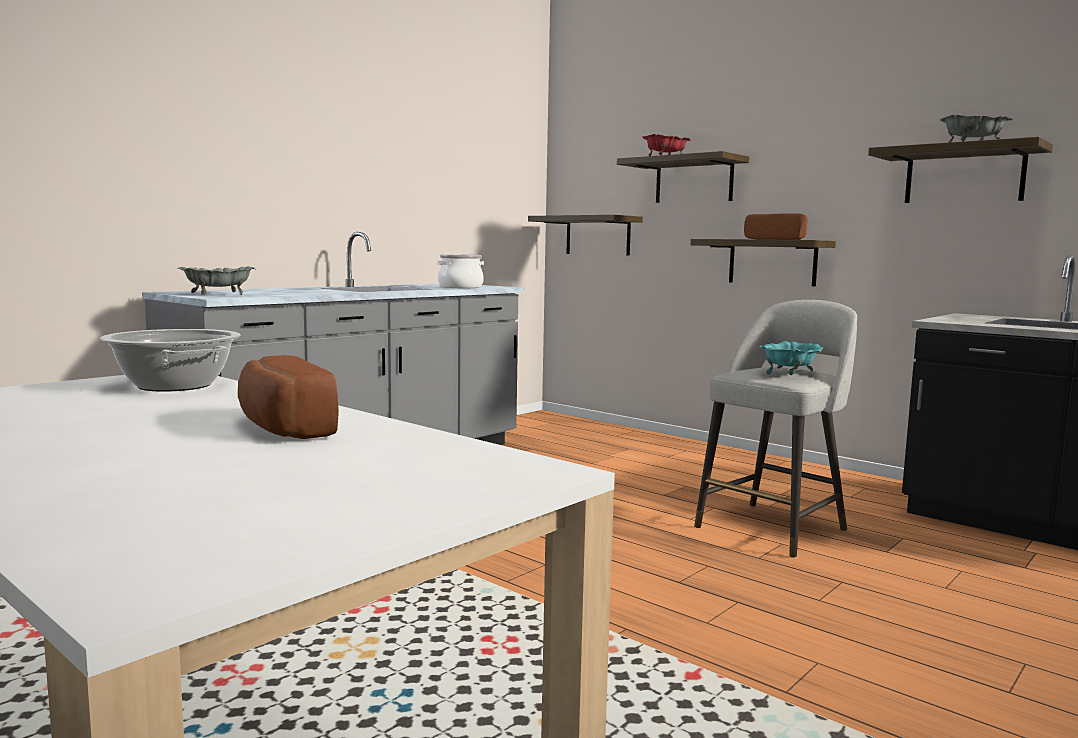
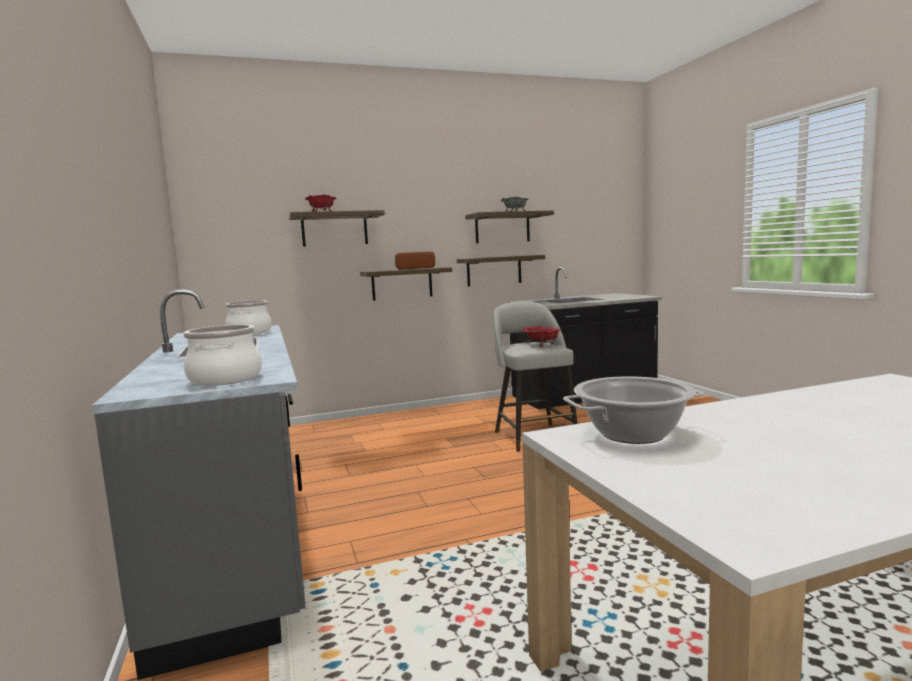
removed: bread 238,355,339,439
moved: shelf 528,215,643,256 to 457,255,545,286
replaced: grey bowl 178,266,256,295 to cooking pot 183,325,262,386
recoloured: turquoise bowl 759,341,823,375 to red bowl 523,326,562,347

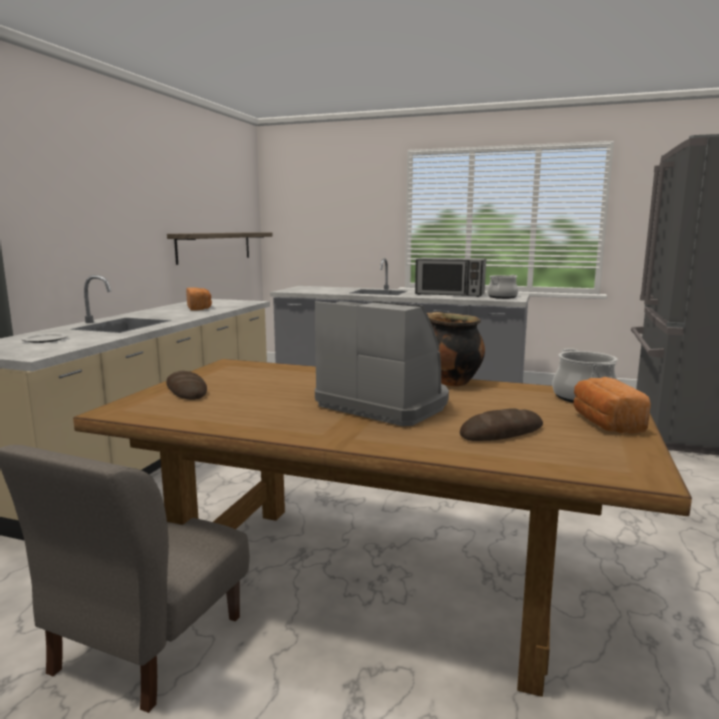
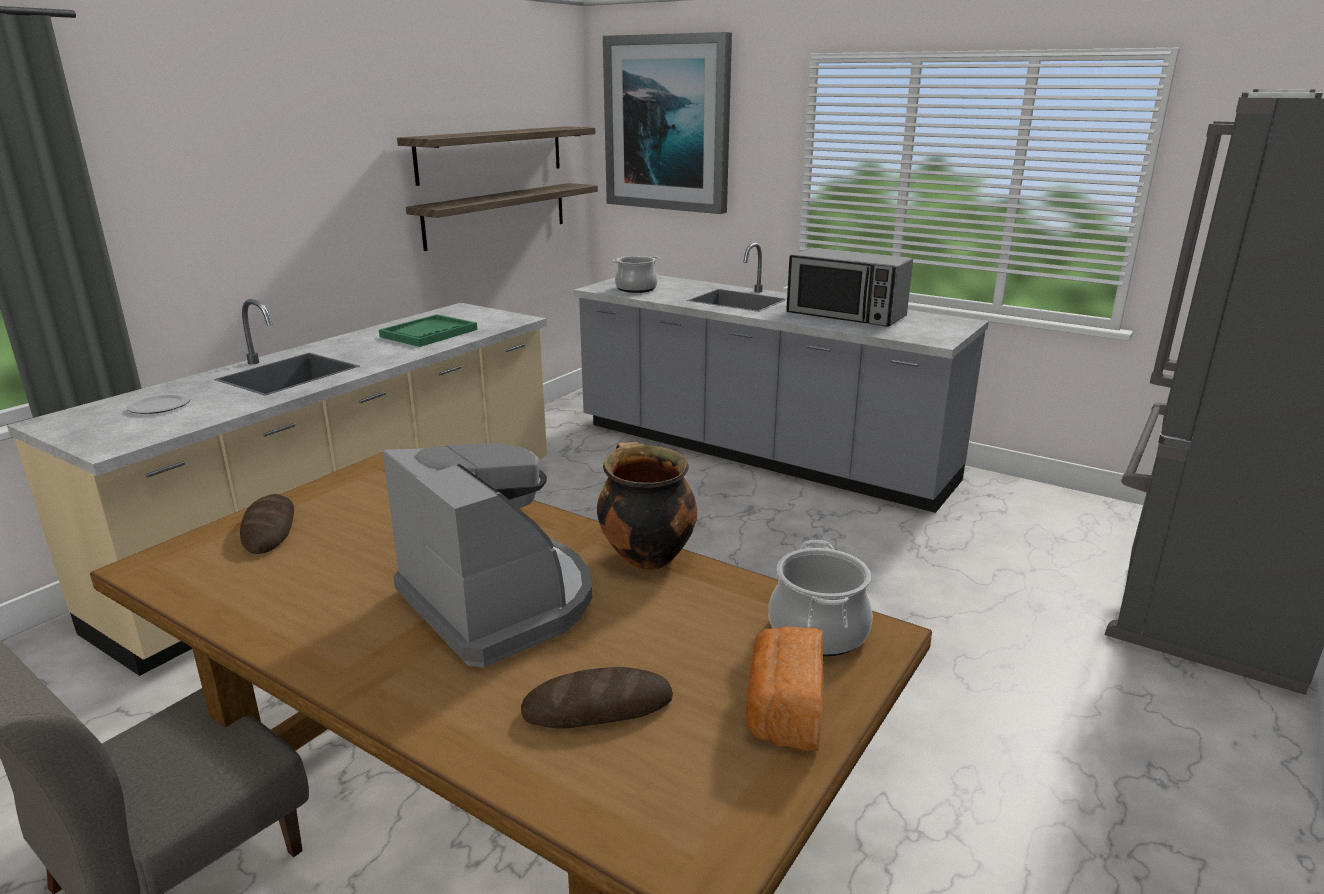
added: shelf 397,126,595,186; picture 603,32,732,214
moved: cooking pot 487,275,518,299 to 612,256,660,293
replaced: bread 186,287,212,311 to green tray 379,314,477,347

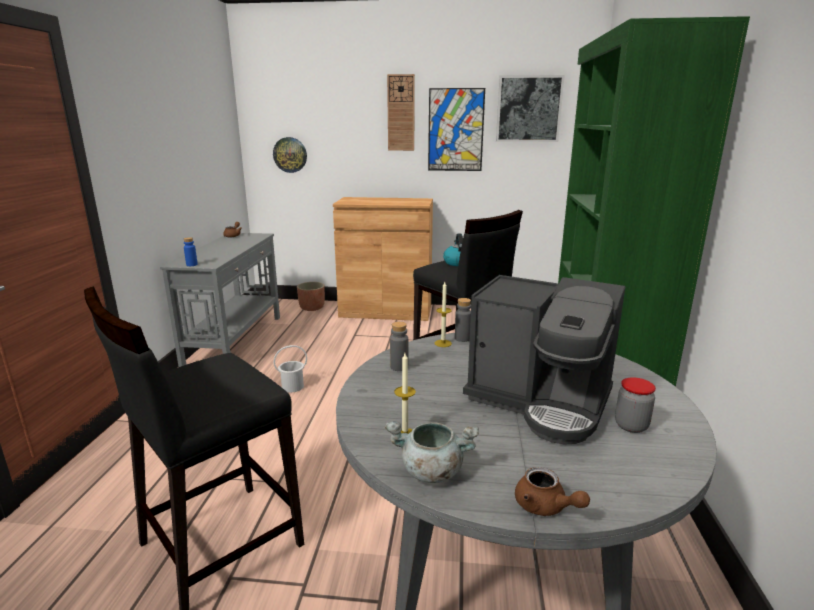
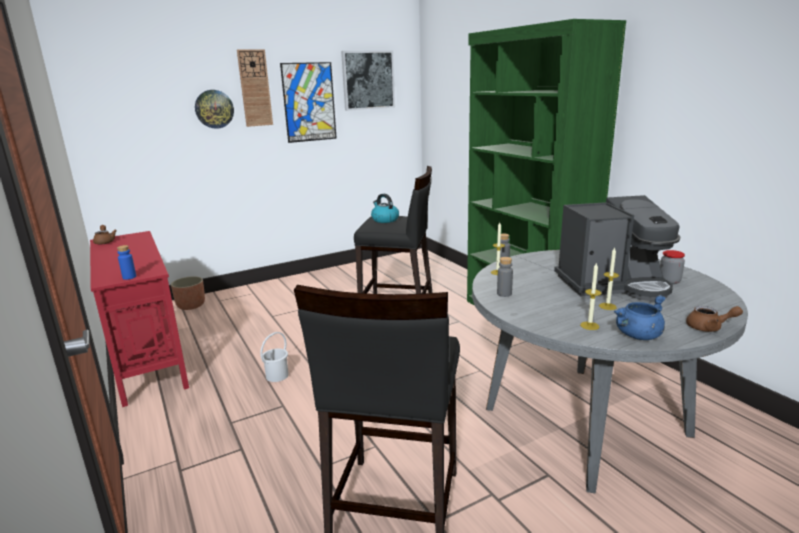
removed: brown cabinet 333,197,433,321
added: candle 599,247,619,310
moved: wall clock 273,137,307,173 to 195,90,234,129
recoloured: grey console table 160,233,280,367 to red console table 90,231,189,407; grey cooking pot 385,421,479,483 to blue cooking pot 614,295,666,340

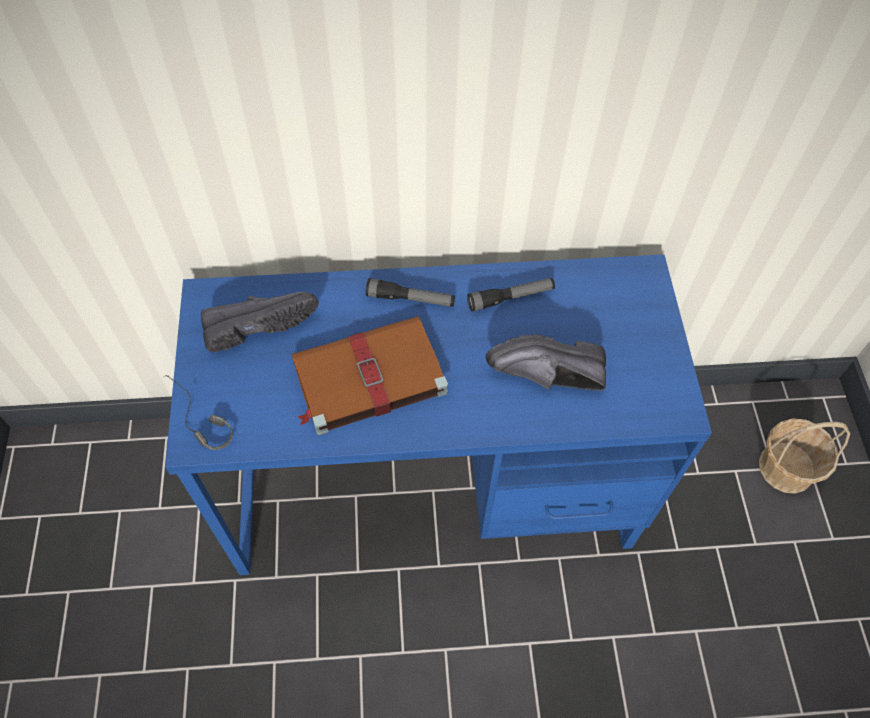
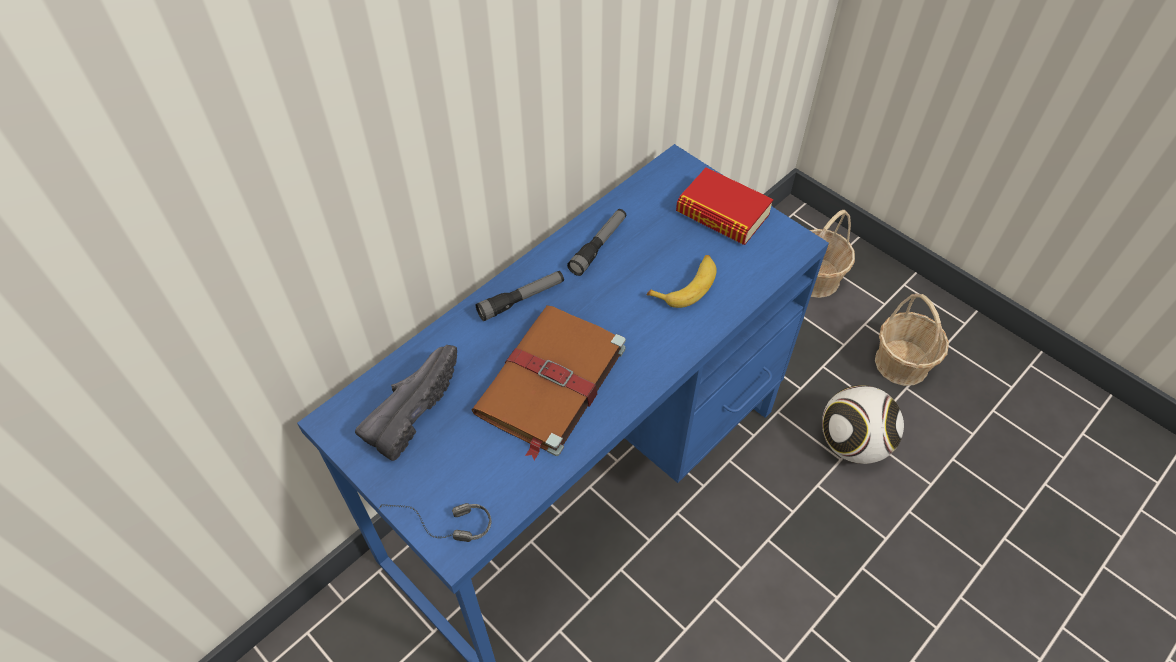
added: book 676,167,773,245; football 822,385,904,464; basket 875,294,949,386
replaced: black shoe 486,334,606,391 to banana 647,255,716,308

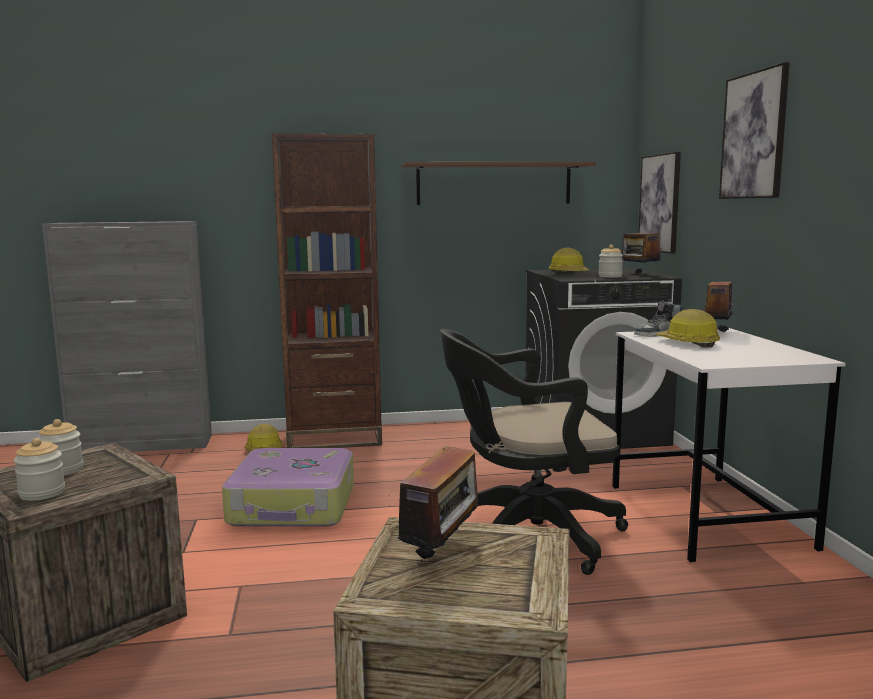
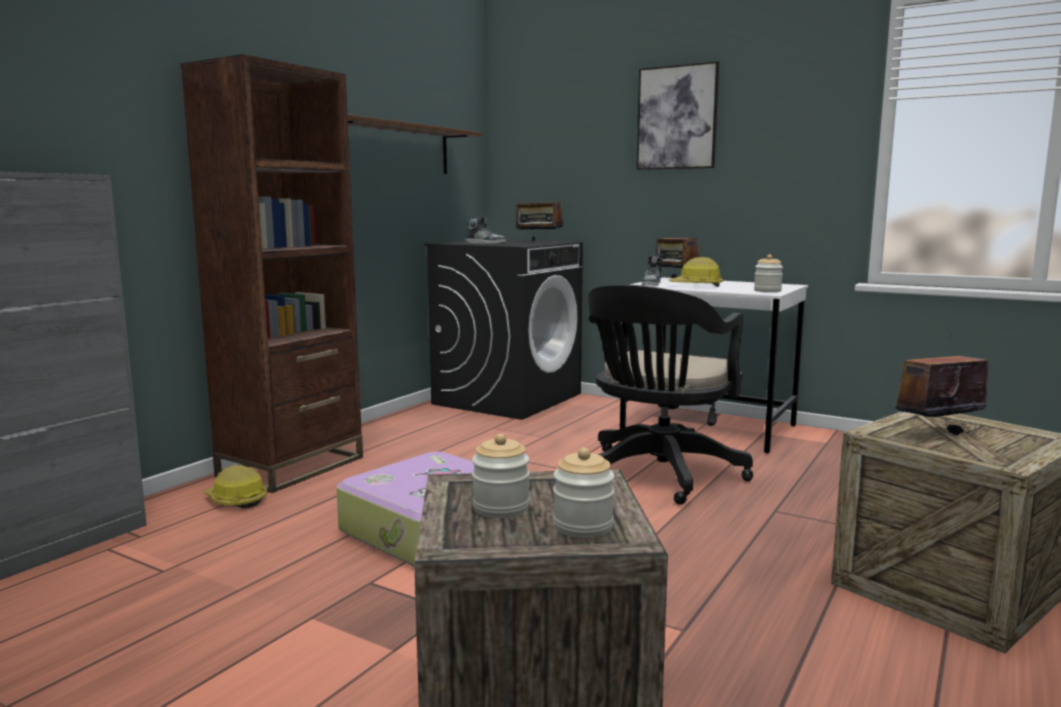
removed: picture 638,152,681,254
moved: jar 598,245,623,278 to 754,255,783,292
replaced: hard hat 549,247,589,272 to shoe 465,217,506,244
turned: radio 389,446,485,565 = 890,334,998,435 90 degrees counterclockwise

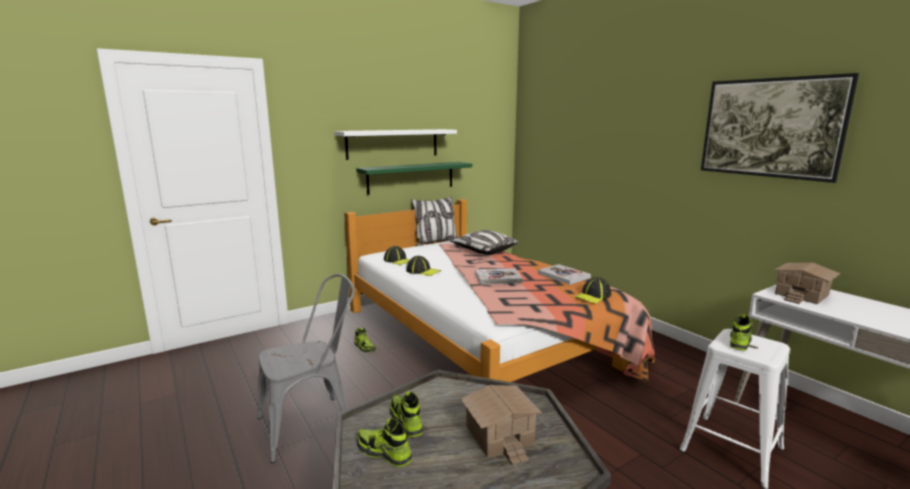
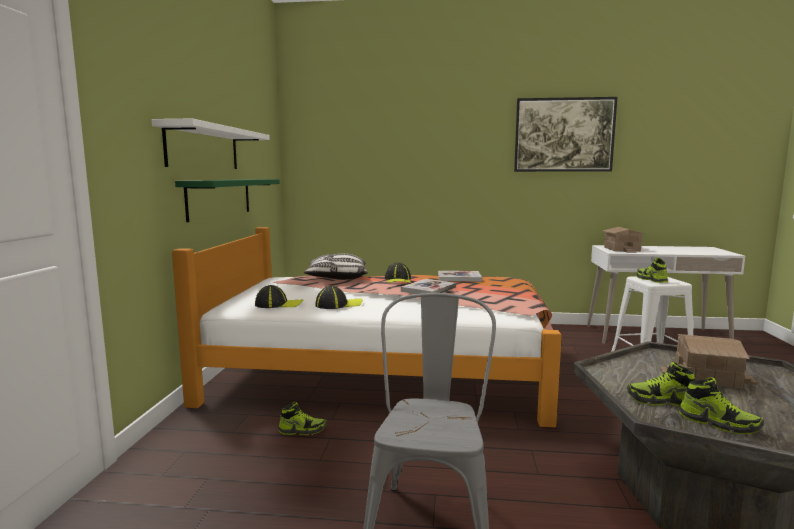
removed: pillow 411,197,458,246
moved: cap 574,277,611,304 to 385,262,411,283
turned: shoe 357,419,412,467 = 679,378,764,434 120 degrees counterclockwise

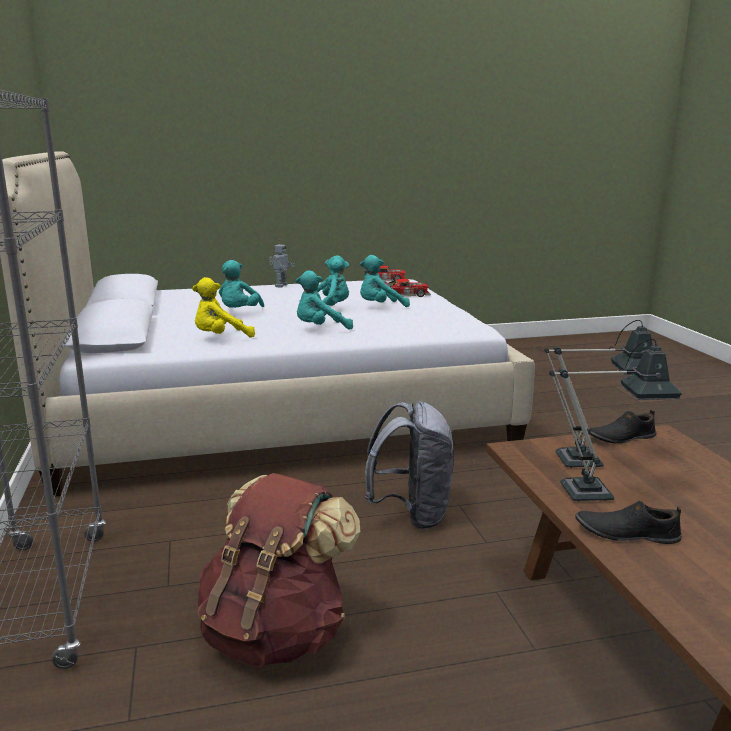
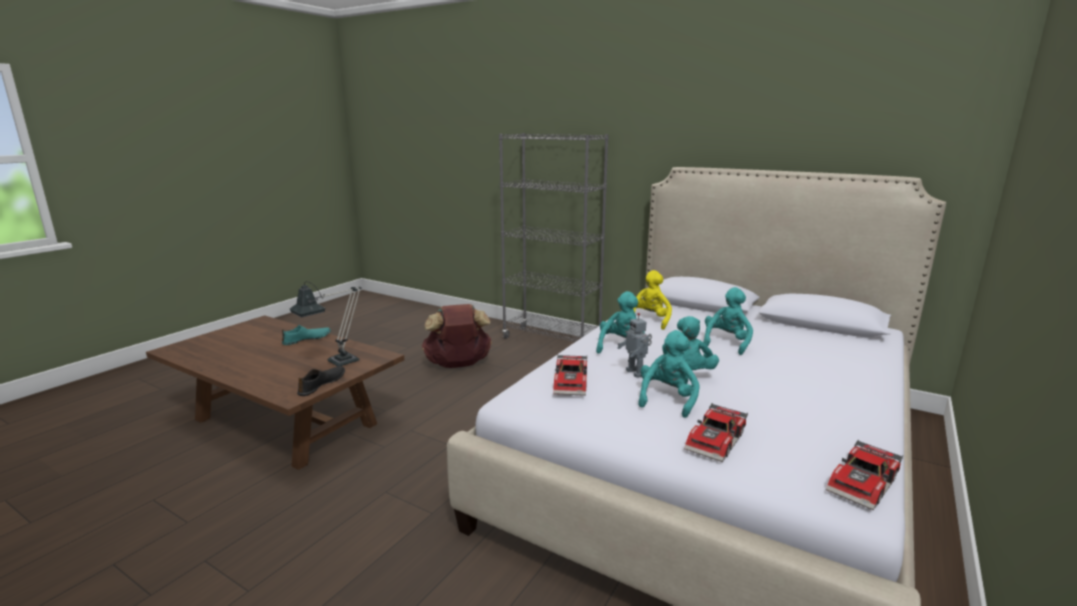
removed: grey backpack 365,401,454,529; table lamp 549,339,682,501
added: toy car 553,355,587,396
moved: toy robot 269,239,294,288 to 617,313,652,378
recoloured: black shoe 575,501,682,544 to turquoise shoe 282,325,331,345
turned: turquoise plush toy 219,260,264,308 = 703,287,753,355 60 degrees clockwise

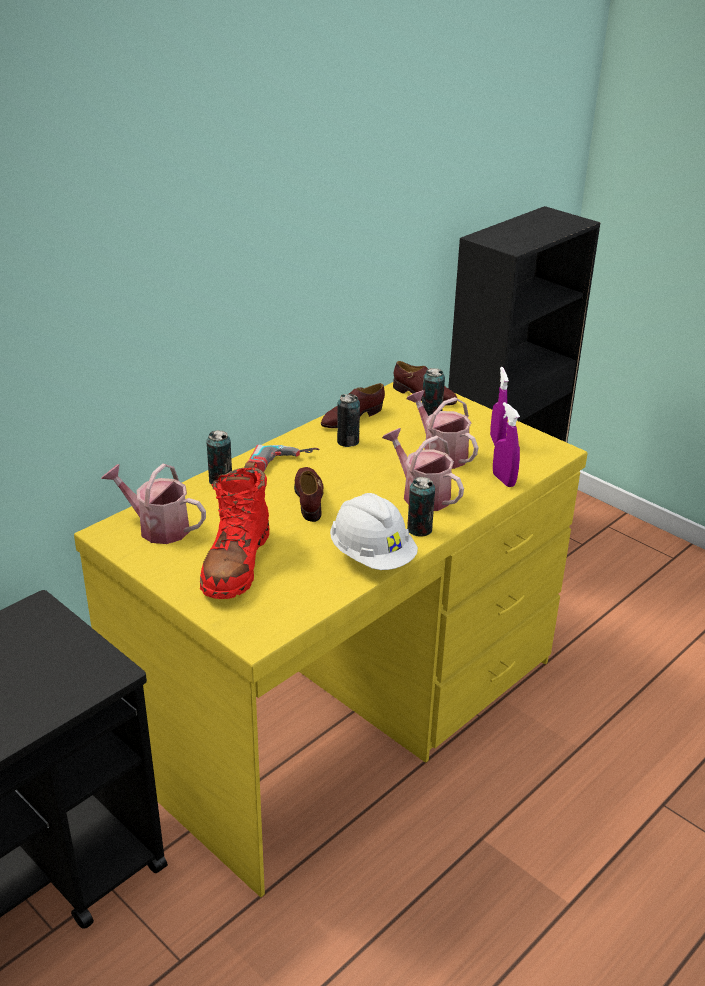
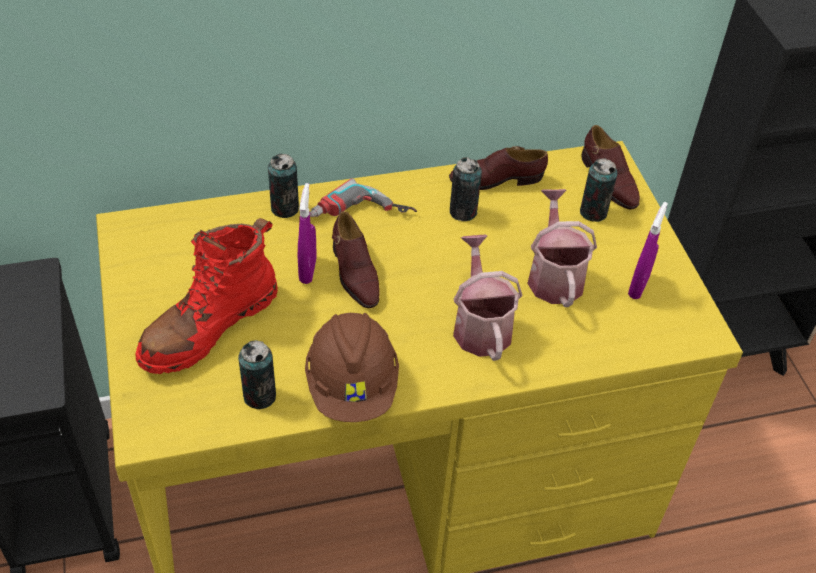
removed: watering can 101,463,206,544
moved: can 407,477,435,536 to 238,340,276,409; purple spray bottle 493,402,520,487 to 298,183,317,284
recoloured: white hard hat 330,493,418,570 to brown hard hat 305,313,399,422
turned: brown shoe 294,467,323,522 = 332,211,380,308 135 degrees clockwise

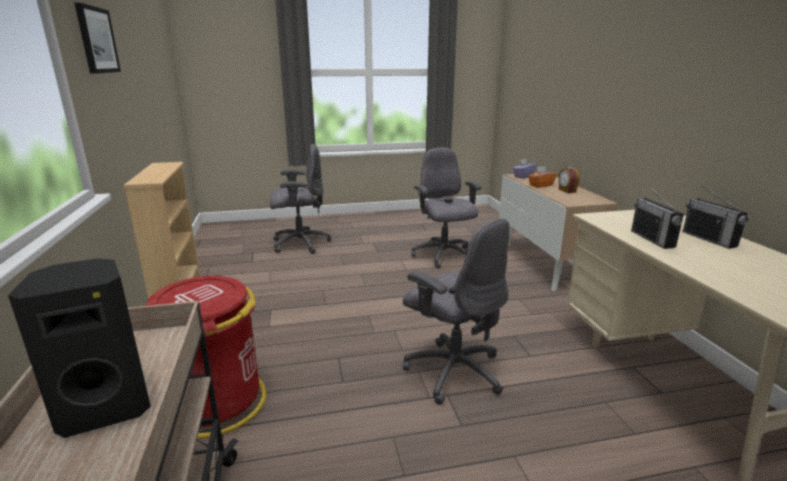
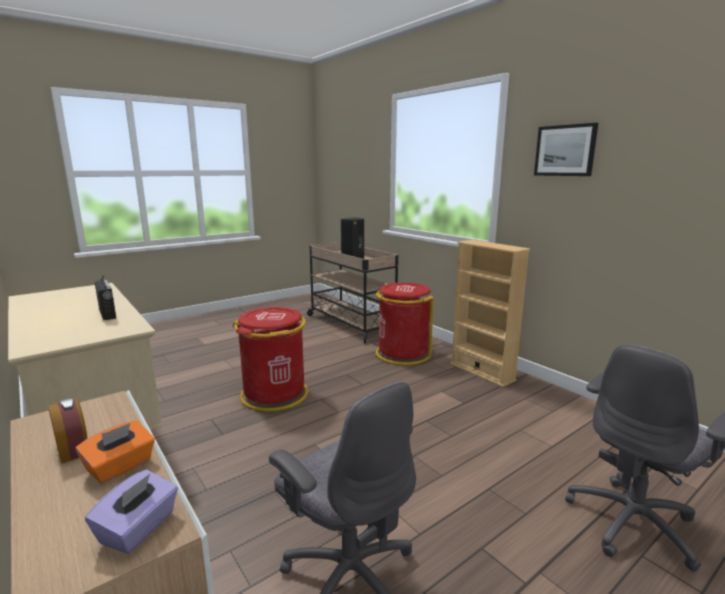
removed: radio 683,186,749,249
replaced: grey office chair 403,219,510,405 to red trash can 232,307,308,412

